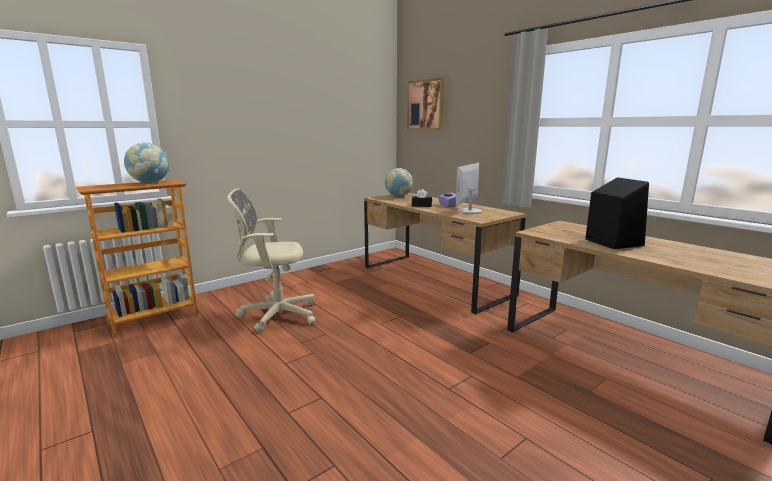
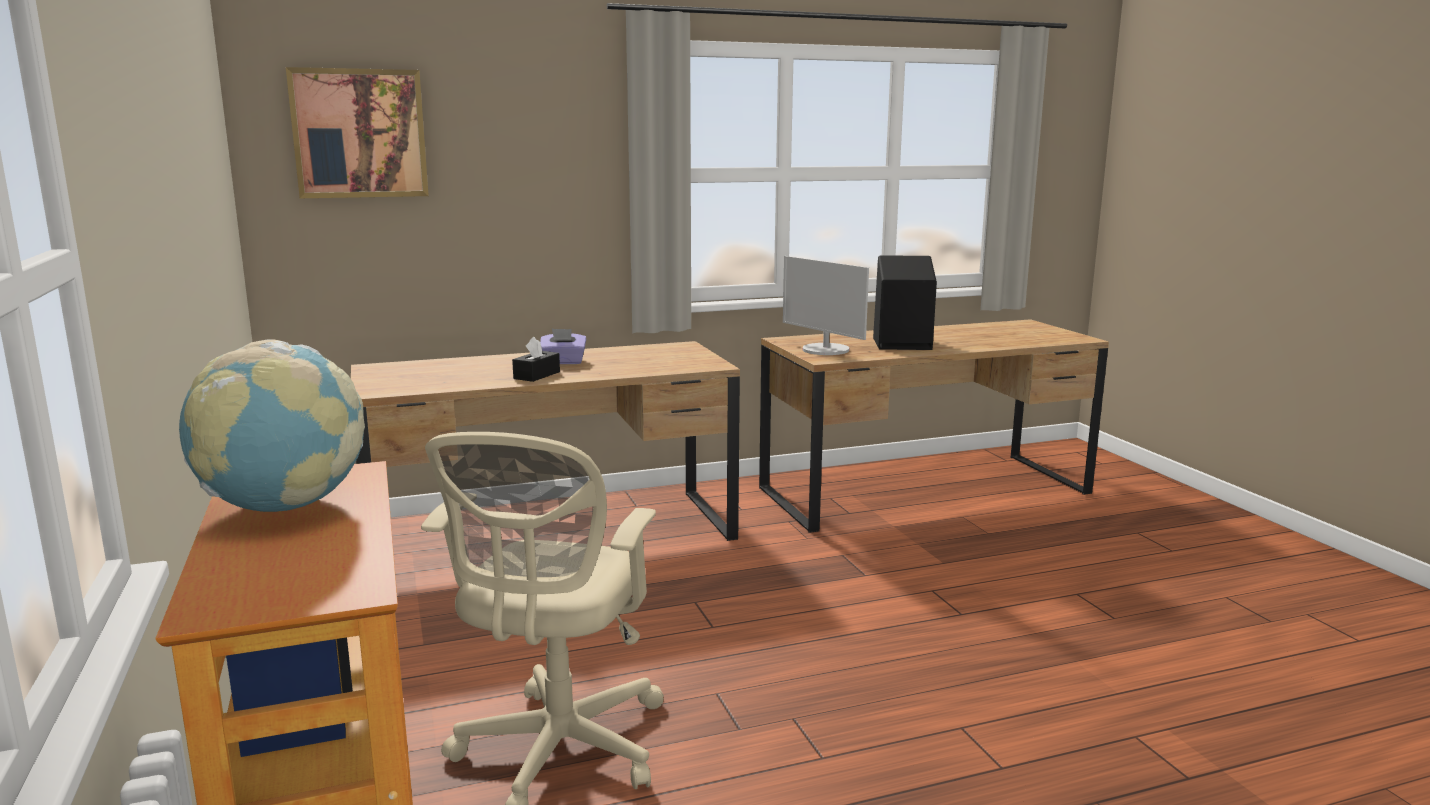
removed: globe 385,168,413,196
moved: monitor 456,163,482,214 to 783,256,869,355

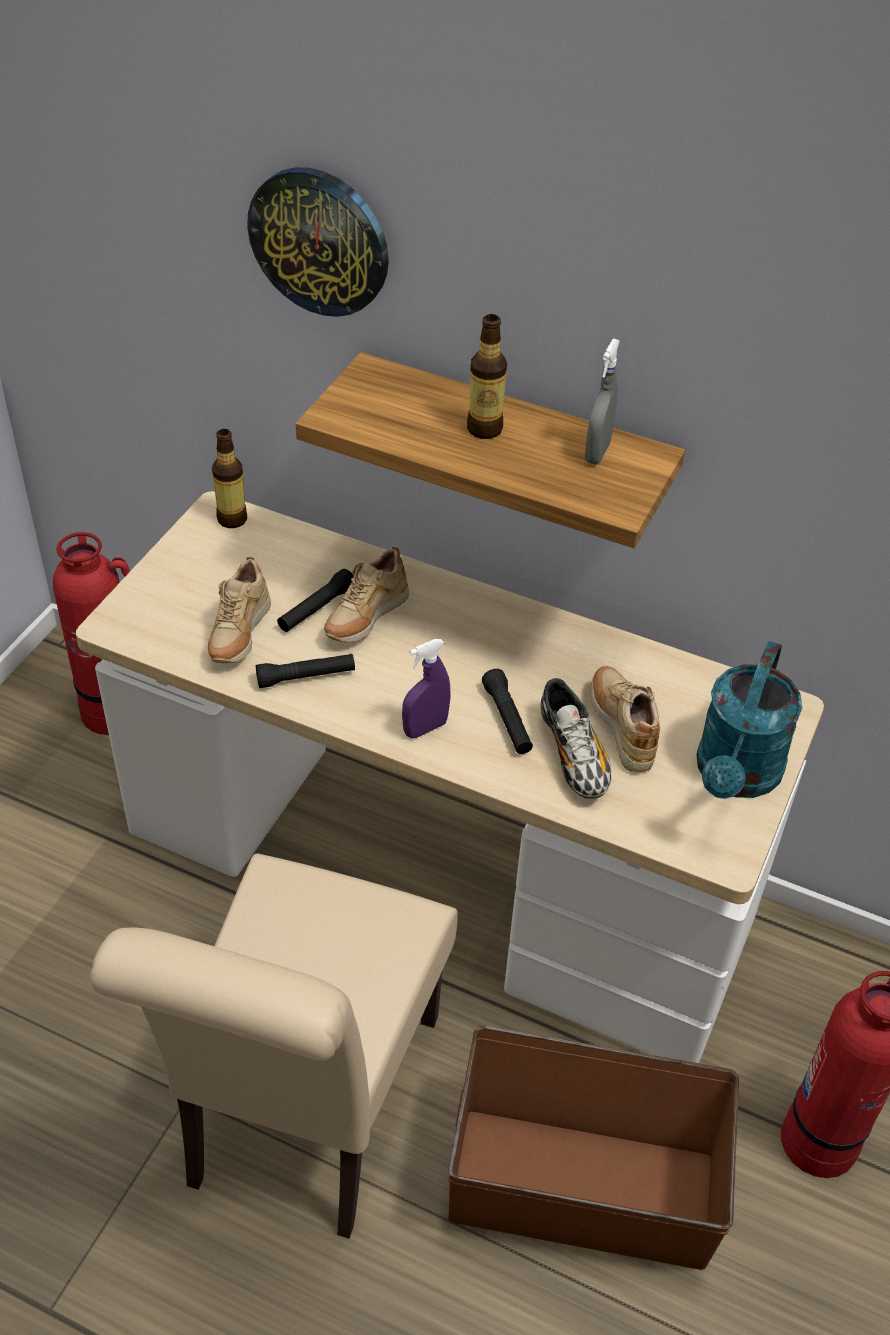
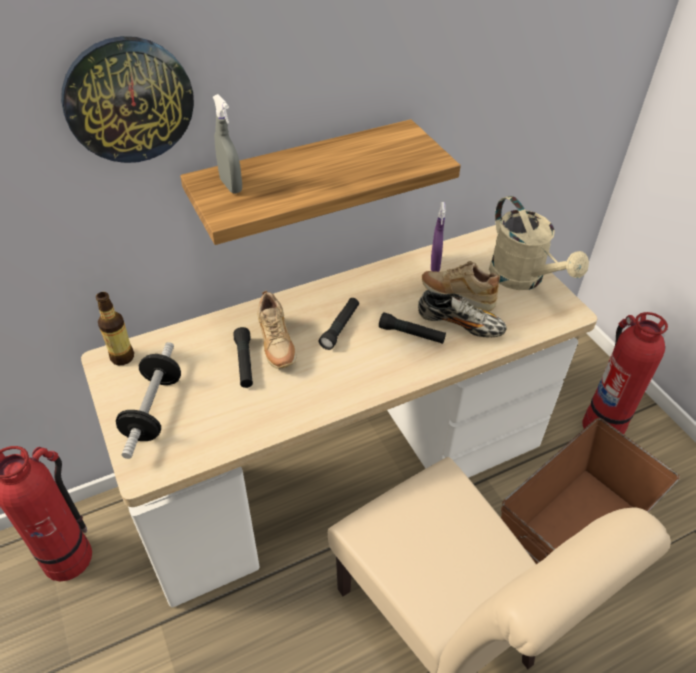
removed: beige shoe 208,557,271,663; bottle 467,314,507,439
added: dumbbell 116,342,181,459
moved: grey spray bottle 585,339,620,464 to 213,94,242,194; black flashlight 256,654,355,688 to 319,298,359,350; purple spray bottle 402,639,451,738 to 431,202,445,272
recoloured: turquoise watering can 696,641,802,799 to beige watering can 489,196,589,290

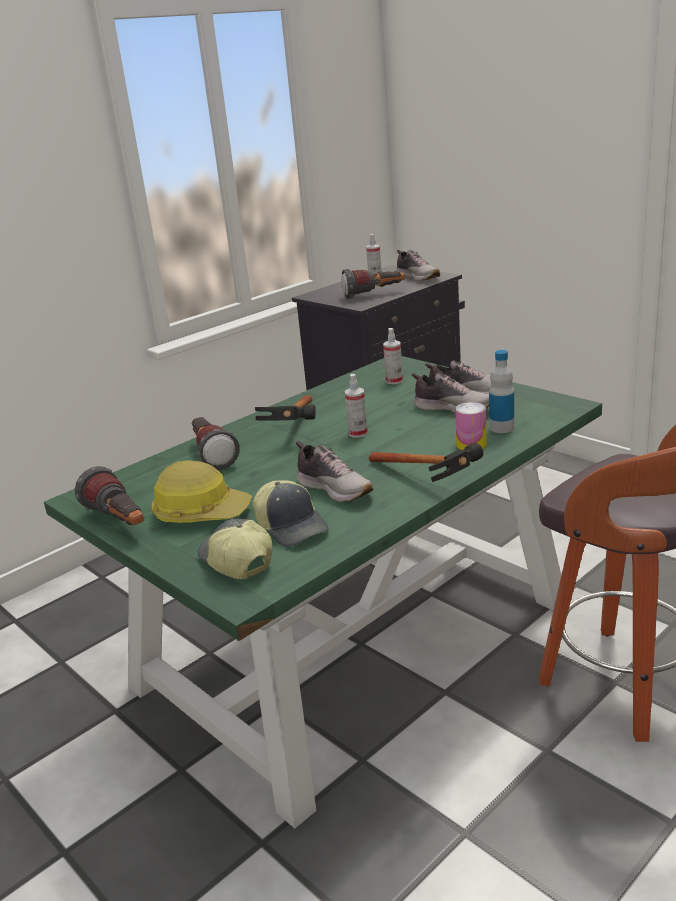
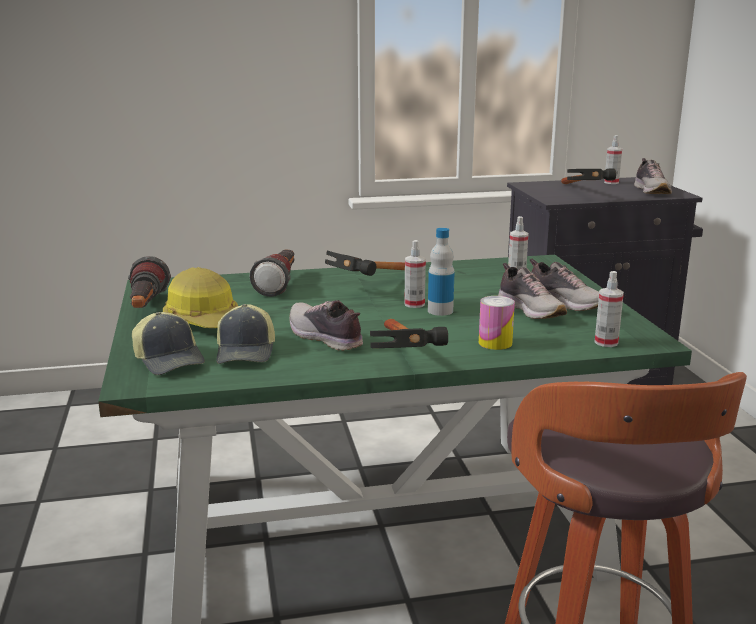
added: spray bottle 595,271,624,347
moved: bottle 489,350,514,433 to 428,228,455,316
replaced: flashlight 341,269,405,299 to hammer 561,168,616,184
turned: cap 197,519,273,580 = 132,312,205,375 150 degrees clockwise; shoe 296,441,373,502 = 289,300,363,351 150 degrees clockwise

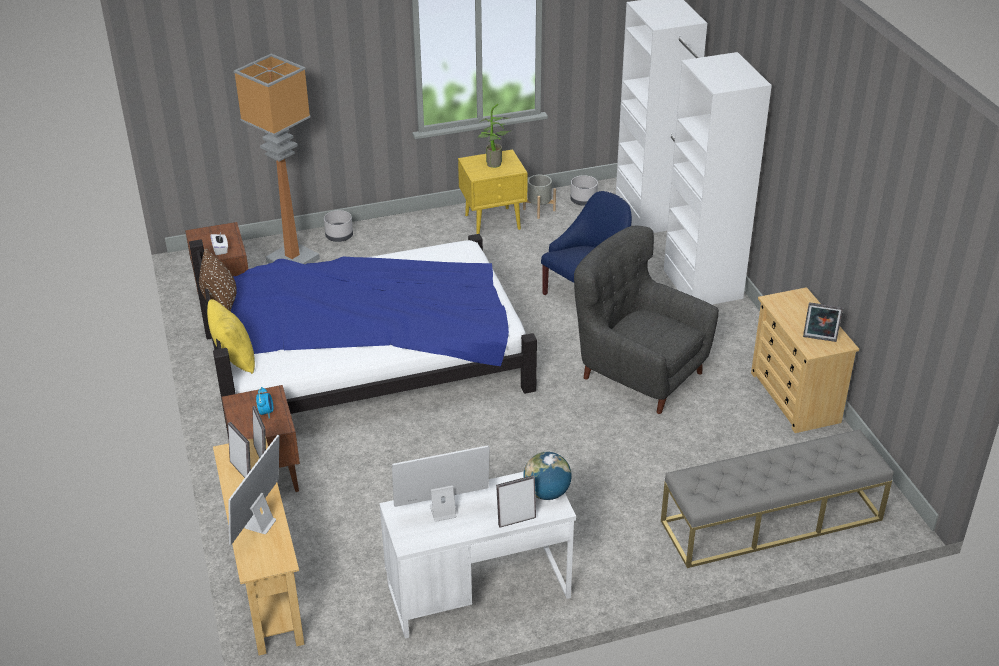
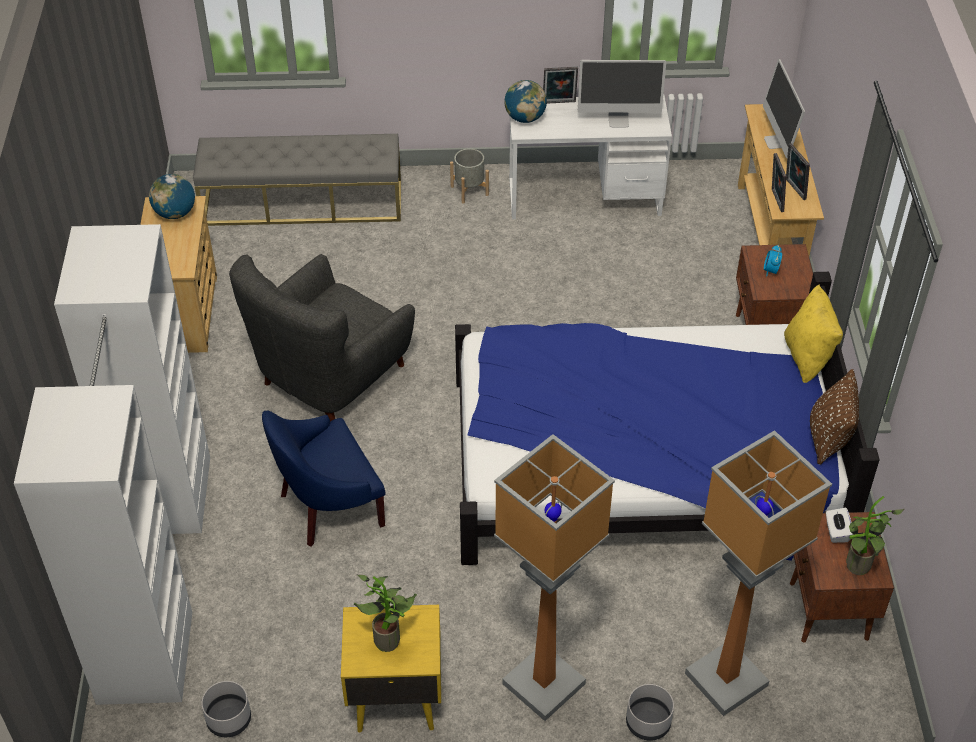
added: floor lamp 494,434,615,721; potted plant 846,496,904,575
moved: grey planter 523,175,556,219 to 450,148,489,204
replaced: picture frame 803,302,843,342 to globe 149,174,195,219
turned: grey armchair 574,226,719,414 = 229,254,415,421 75 degrees clockwise; monitor 228,435,280,545 = 763,59,805,158 135 degrees clockwise

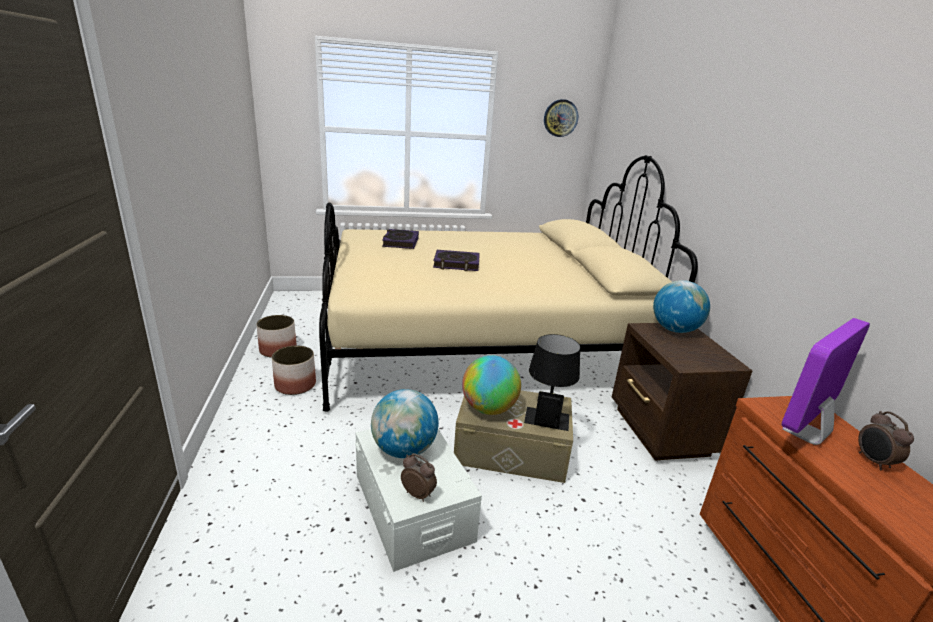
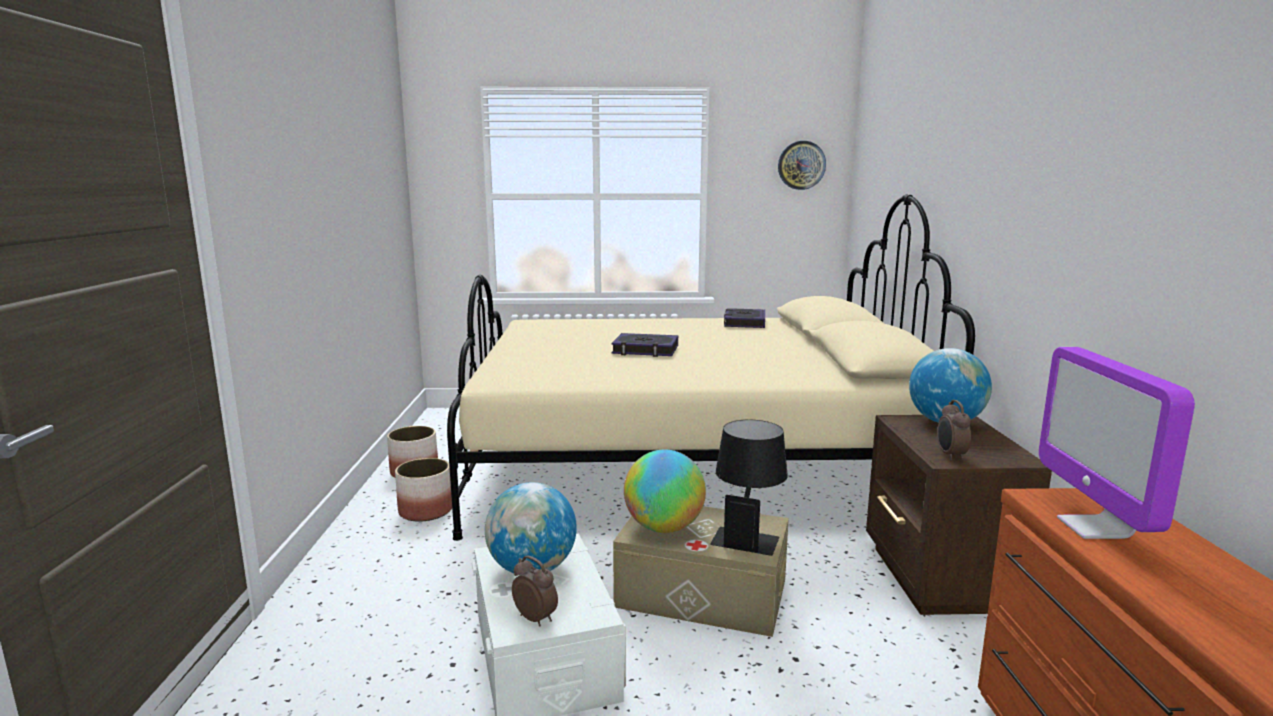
moved: book 382,229,419,249 to 724,308,765,328; alarm clock 858,411,914,470 to 937,400,971,461
turned: monitor 782,318,870,445 = 1039,347,1195,539 60 degrees counterclockwise

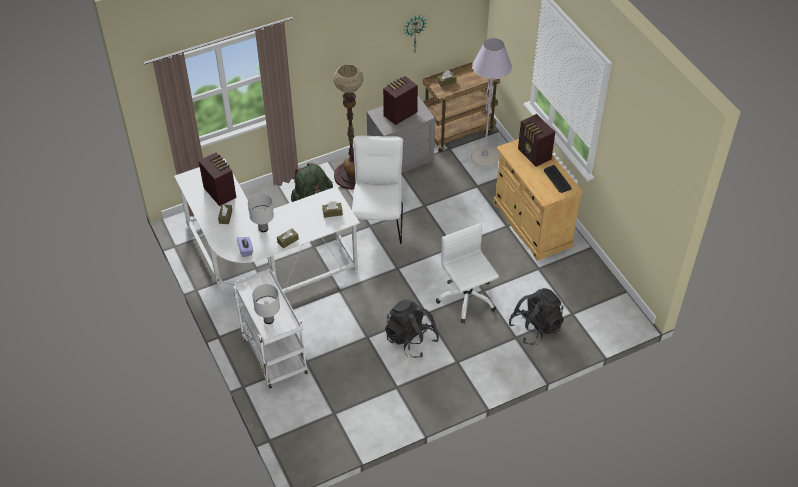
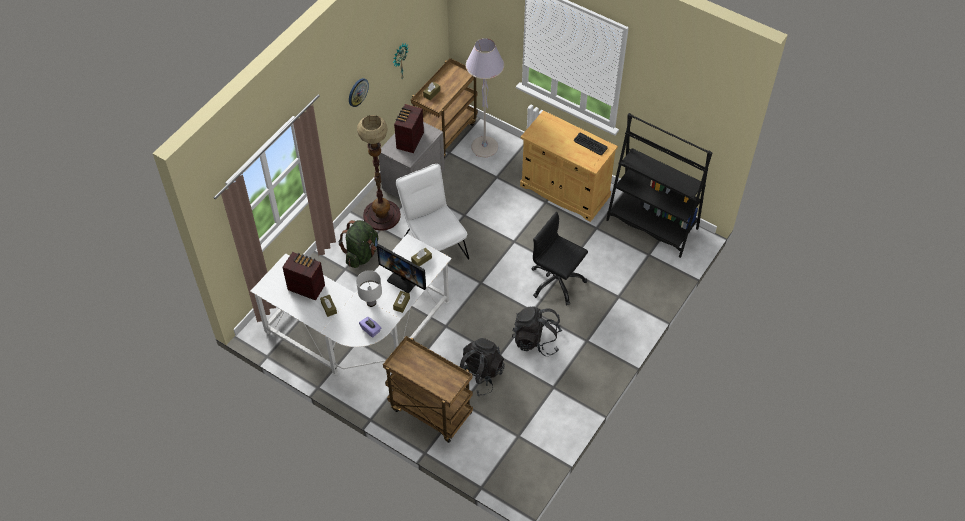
removed: white table lamp 252,284,280,324; radio 518,114,555,167
added: wall clock 349,78,369,107; monitor 377,244,426,293; black bookcase 606,113,712,258
moved: black backpack 509,288,564,345 to 460,338,504,396
recoloured: white cart 233,268,308,388 to brown cart 383,336,473,443; white office chair 436,223,499,323 to black office chair 531,212,588,305

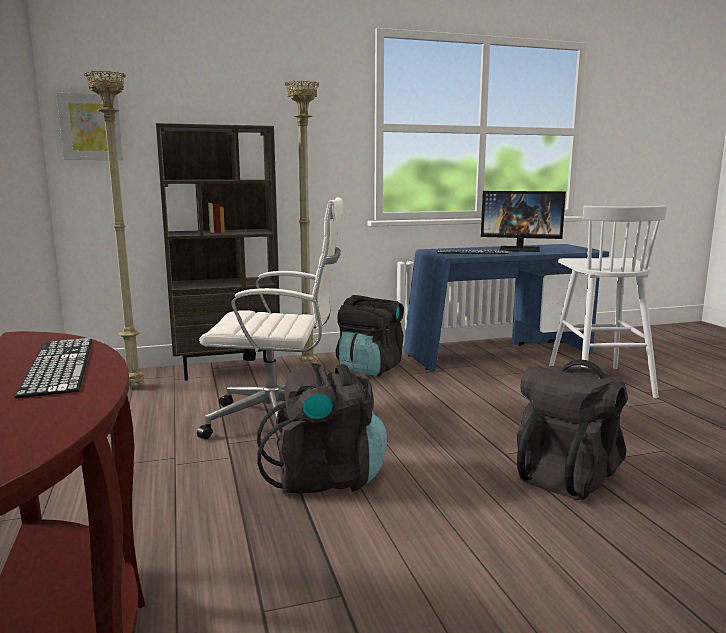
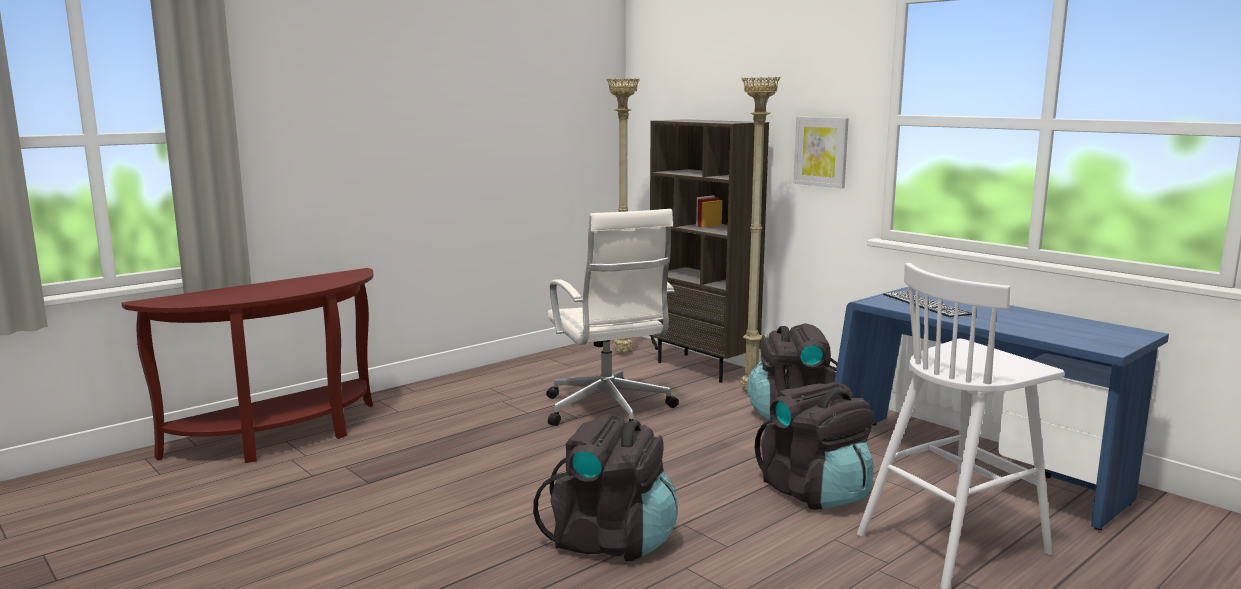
removed: keyboard 15,338,92,398; monitor 481,191,566,252
moved: black backpack 257,363,387,494 to 755,382,873,510; picture 57,93,123,160 to 793,117,849,188

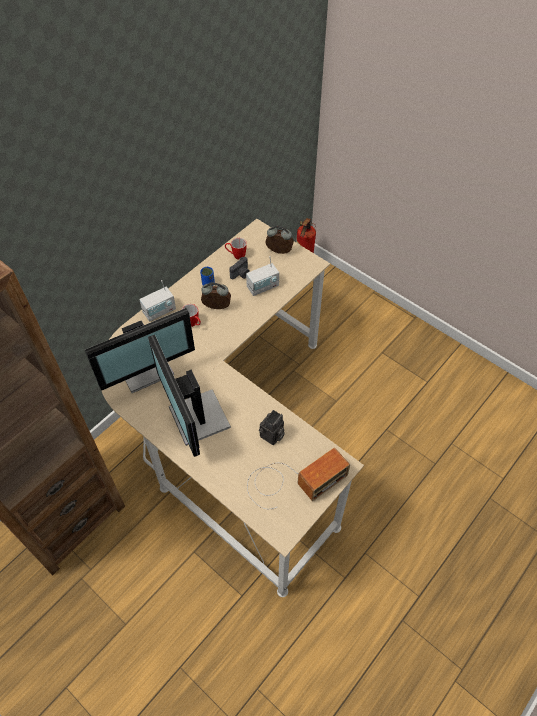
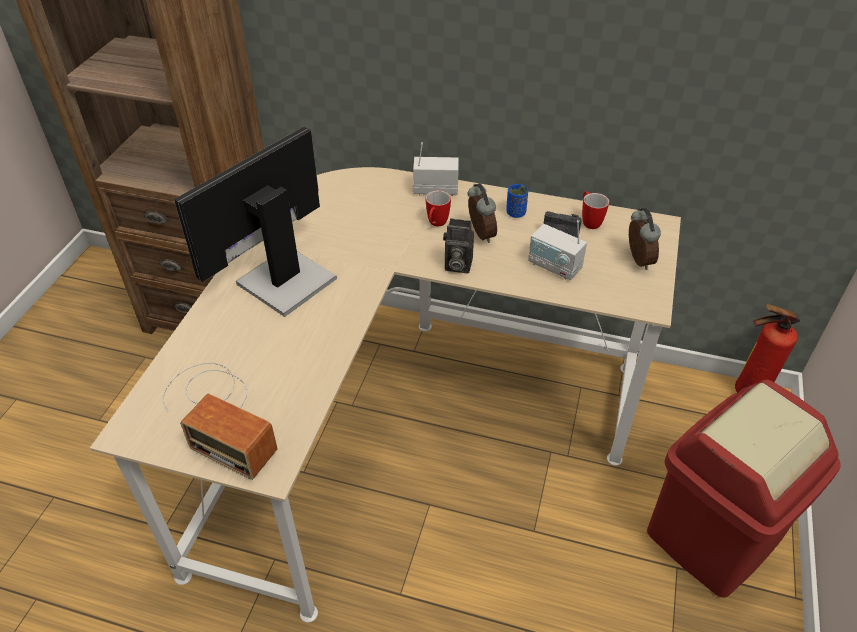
removed: monitor 85,308,195,393
added: red trash can 647,380,841,598
moved: photo camera 259,410,285,445 to 443,218,474,273
turned: radio 139,280,176,322 = 413,142,459,196 150 degrees clockwise

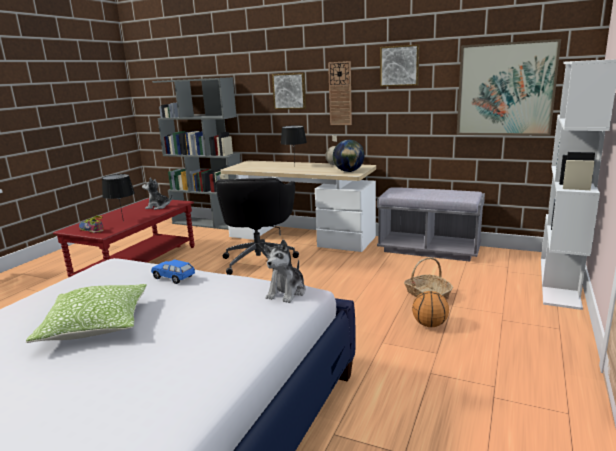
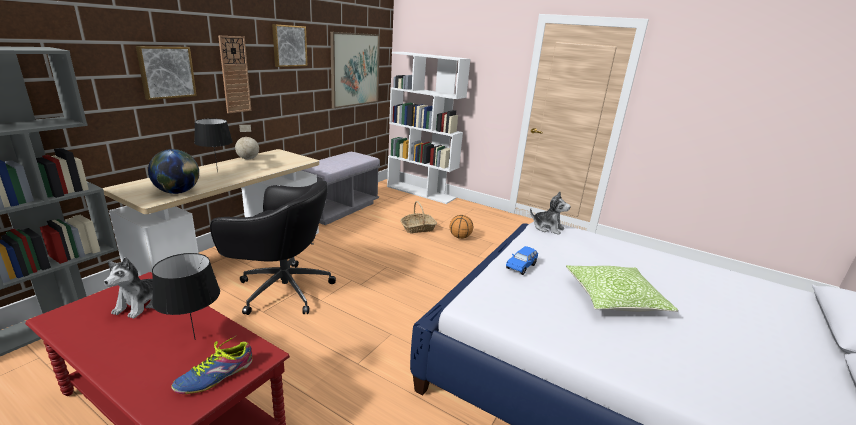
moved: globe 333,140,365,172 to 148,149,199,194

